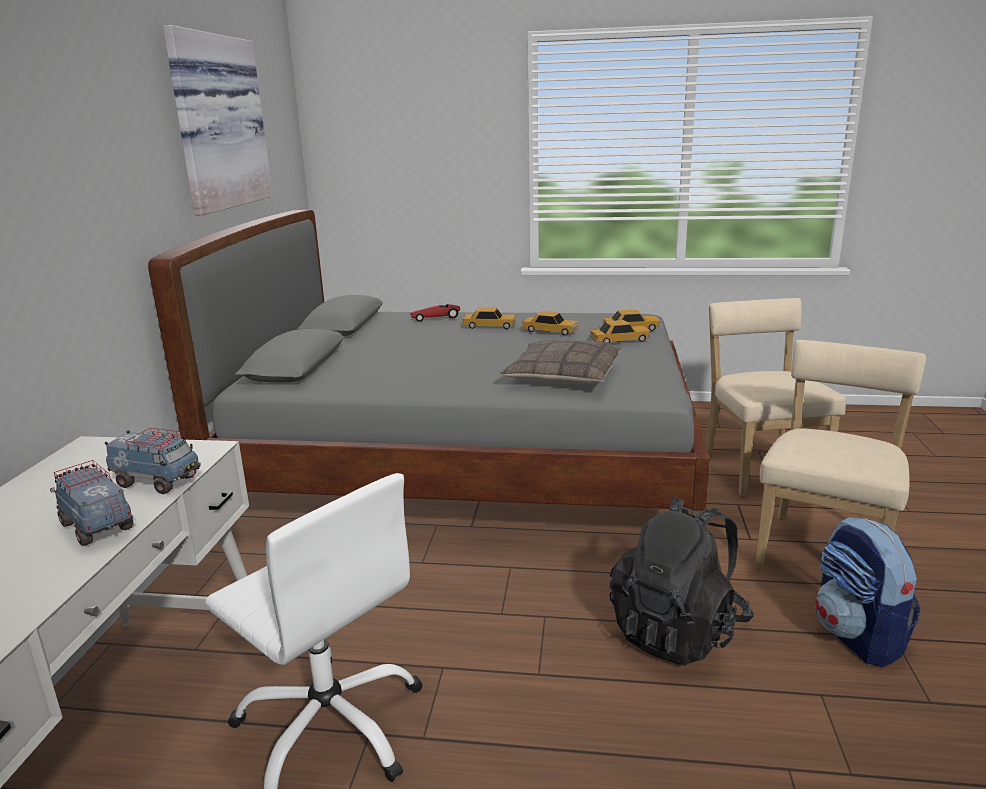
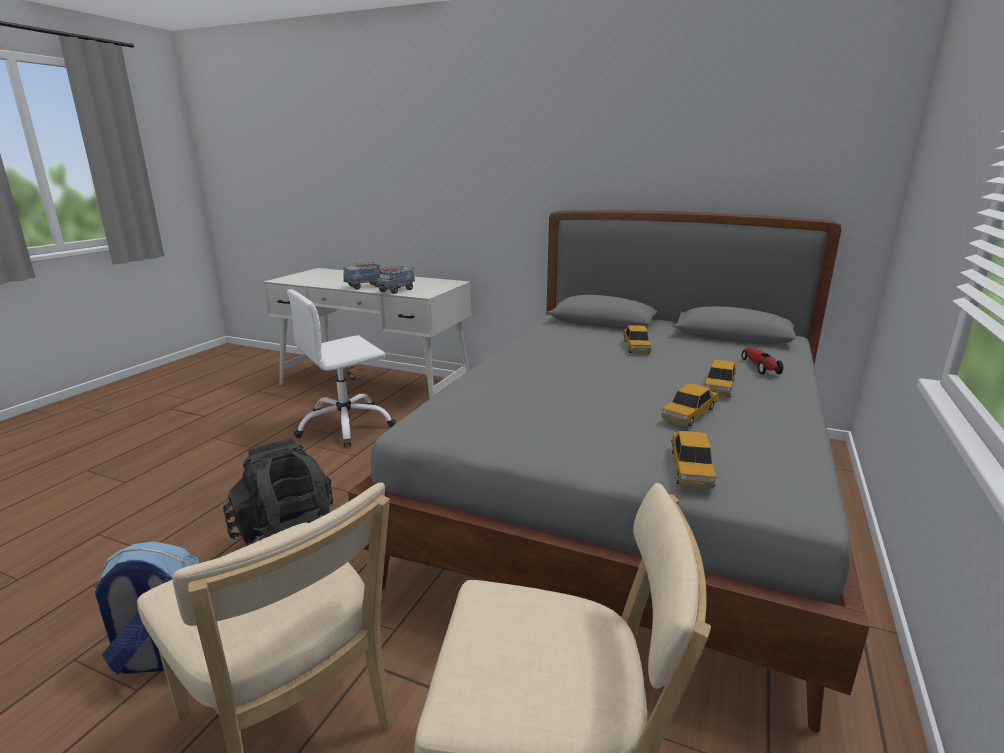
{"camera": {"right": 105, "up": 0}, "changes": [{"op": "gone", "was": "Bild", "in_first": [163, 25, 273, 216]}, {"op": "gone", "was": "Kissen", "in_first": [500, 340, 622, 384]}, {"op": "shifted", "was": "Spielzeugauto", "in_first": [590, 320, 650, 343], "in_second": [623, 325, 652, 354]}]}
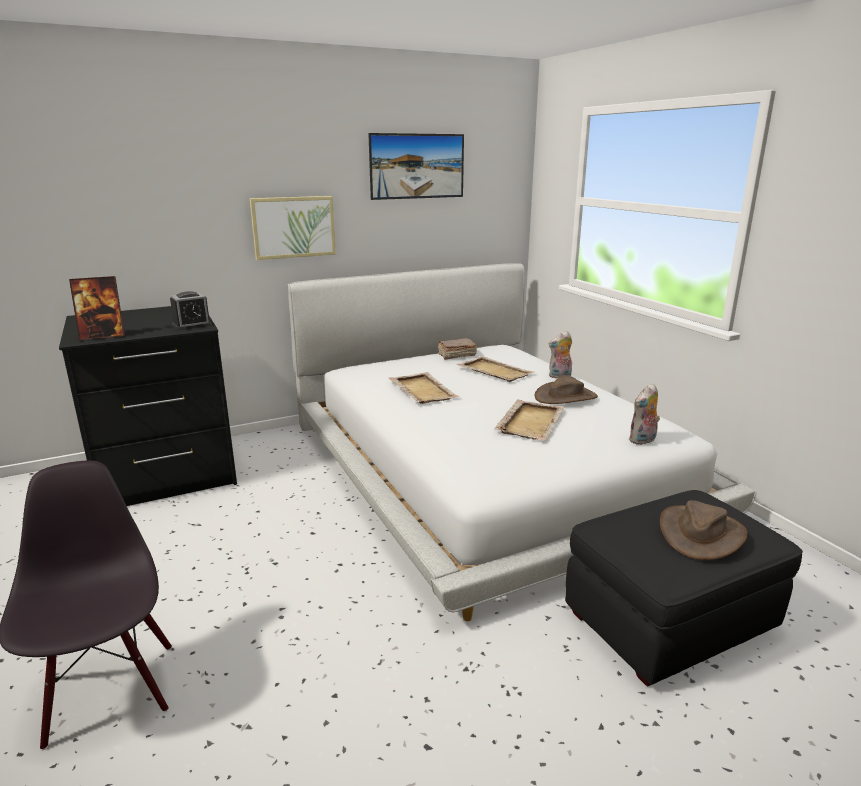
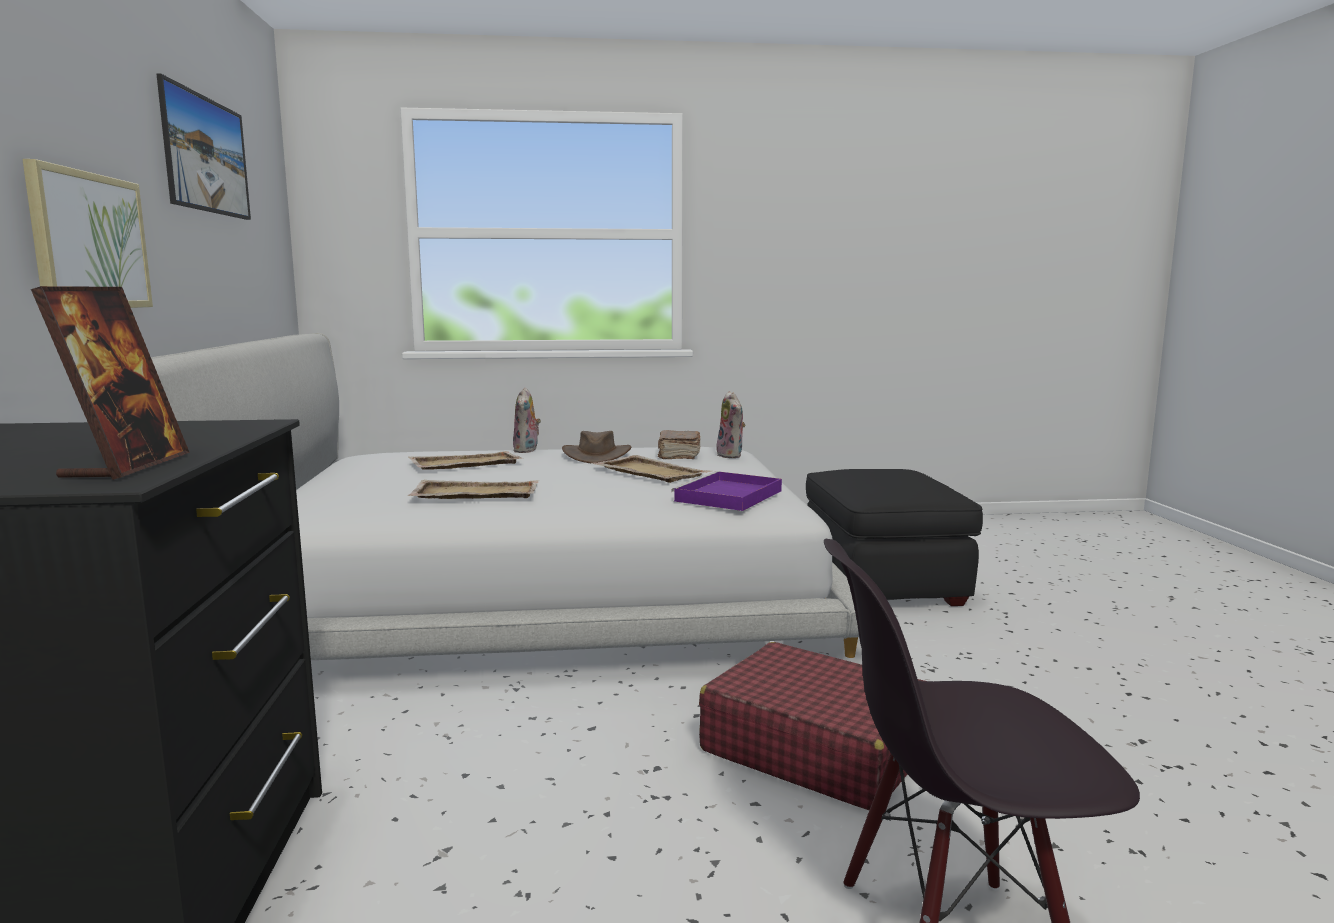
{"camera": {"right": -70, "up": -10}, "changes": [{"op": "gone", "was": "Wecker", "in_first": [170, 291, 212, 330]}, {"op": "gone", "was": "Hut (braun)", "in_first": [660, 500, 747, 560]}, {"op": "new", "now": "Tablett (lila)", "in_second": [671, 471, 782, 511]}, {"op": "new", "now": "Koffer (rot)", "in_second": [699, 642, 924, 810]}, {"op": "shifted", "was": "Buch (braun)", "in_first": [437, 338, 477, 360], "in_second": [658, 430, 700, 459]}]}
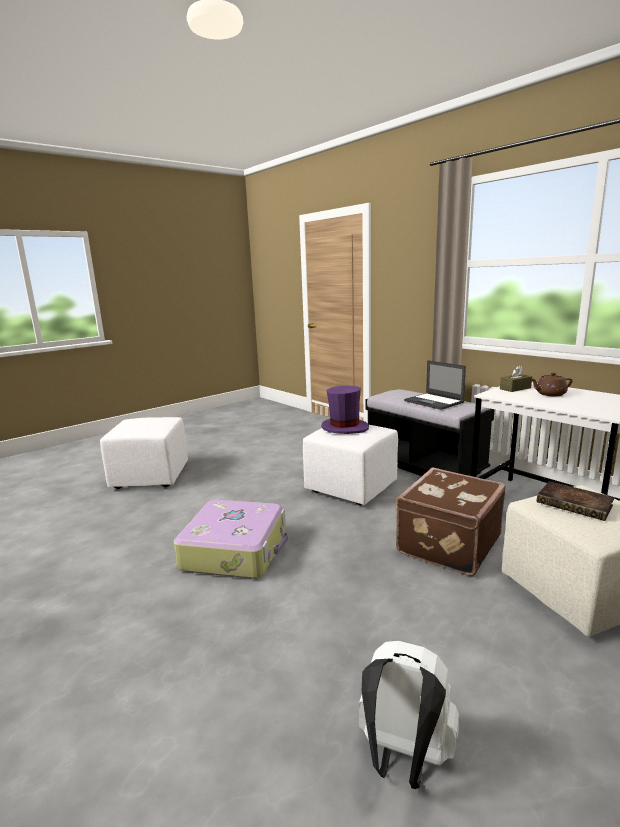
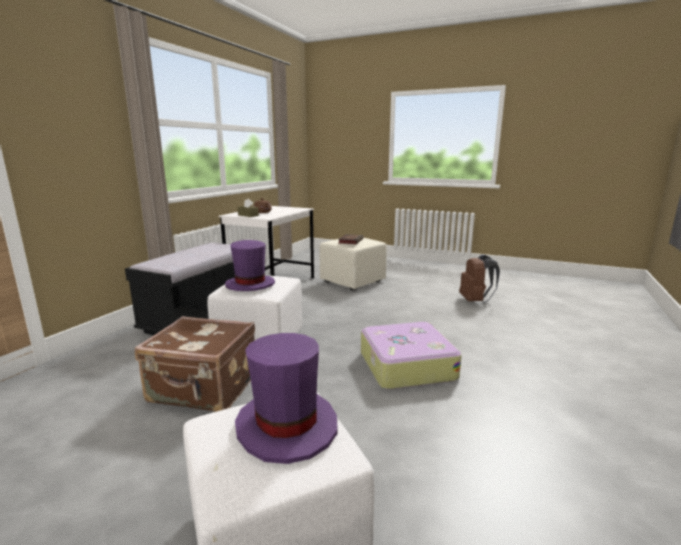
{"camera": {"right": -115, "up": 0}, "changes": [{"op": "gone", "was": "Laptop", "in_first": [404, 360, 466, 410]}, {"op": "new", "now": "Hut (lila)", "in_second": [235, 333, 338, 464]}, {"op": "shifted", "was": "Koffer (braun)", "in_first": [396, 467, 506, 576], "in_second": [135, 316, 255, 412]}, {"op": "repainted", "was": "Rucksack (weiß)", "now": "Rucksack (braun)", "in_first": [359, 641, 459, 789], "in_second": [459, 255, 500, 303]}]}
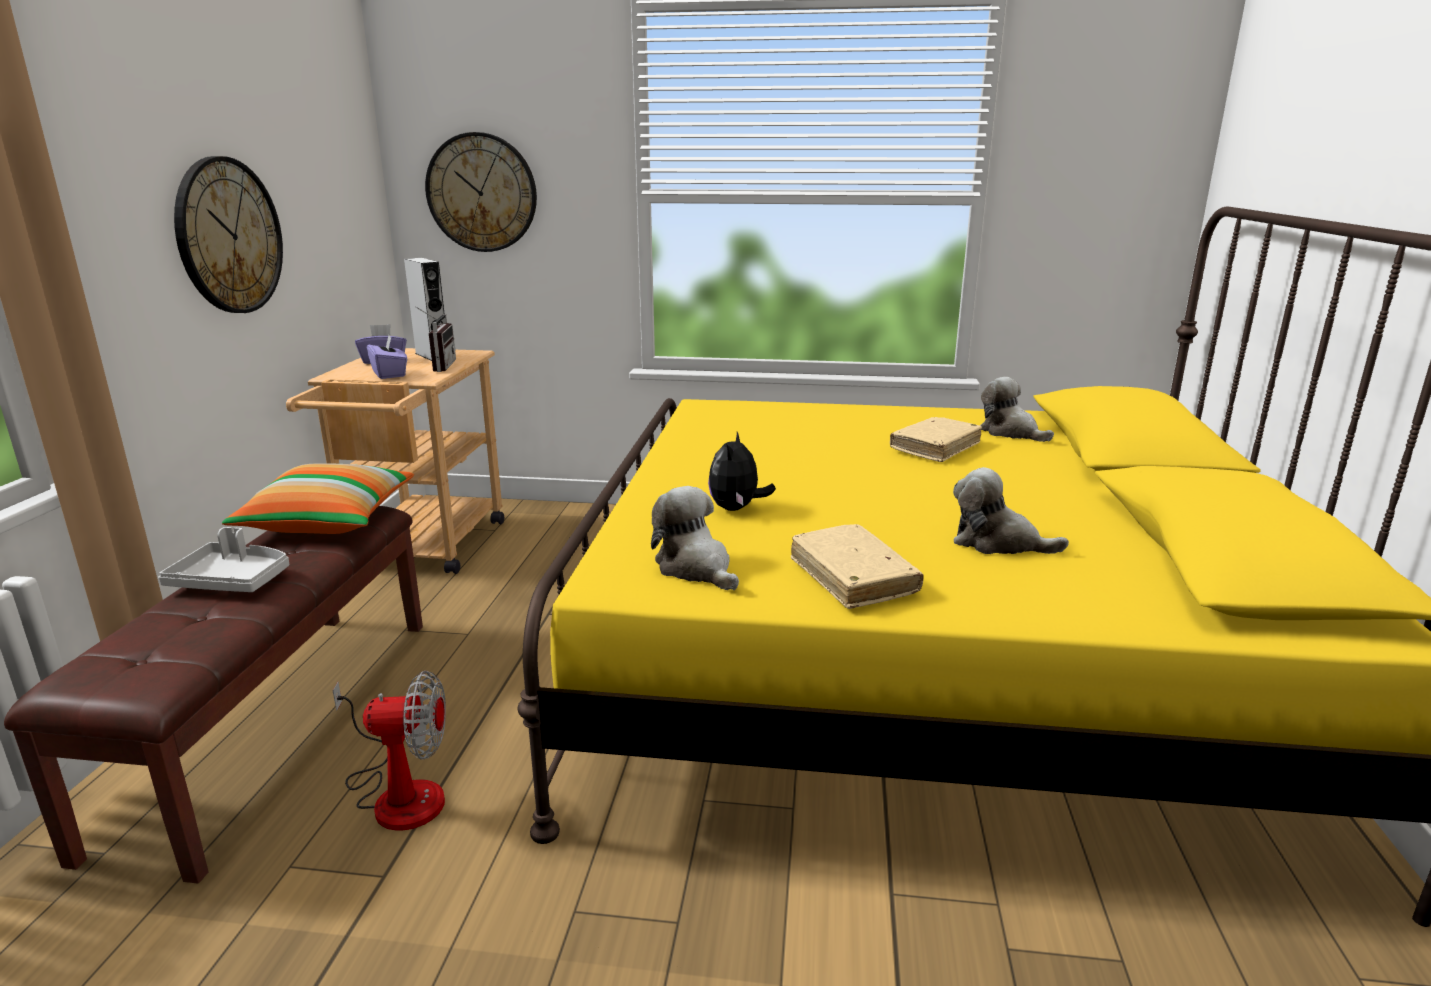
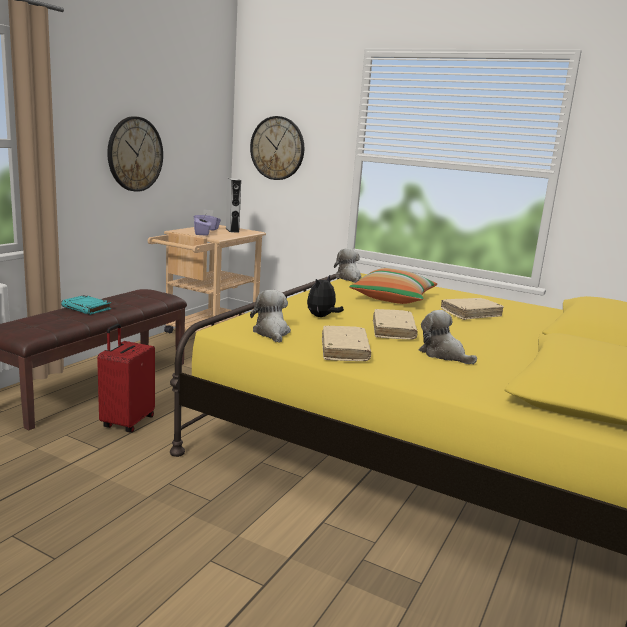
{"camera": {"right": 20, "up": -5}, "changes": [{"op": "gone", "was": "Radio", "in_first": [415, 306, 456, 372]}, {"op": "new", "now": "Buch (beige)", "in_second": [373, 309, 418, 340]}, {"op": "shifted", "was": "Kissen", "in_first": [222, 463, 414, 534], "in_second": [349, 268, 437, 304]}, {"op": "shifted", "was": "Plüschtier", "in_first": [980, 377, 1054, 442], "in_second": [334, 248, 361, 283]}, {"op": "swapped", "was": "Tablett (grau)", "now": "Buch (türkis)", "in_first": [158, 527, 289, 592], "in_second": [61, 295, 111, 315]}, {"op": "swapped", "was": "Ventilator", "now": "Koffer (rot)", "in_first": [333, 671, 446, 831], "in_second": [97, 323, 155, 433]}]}
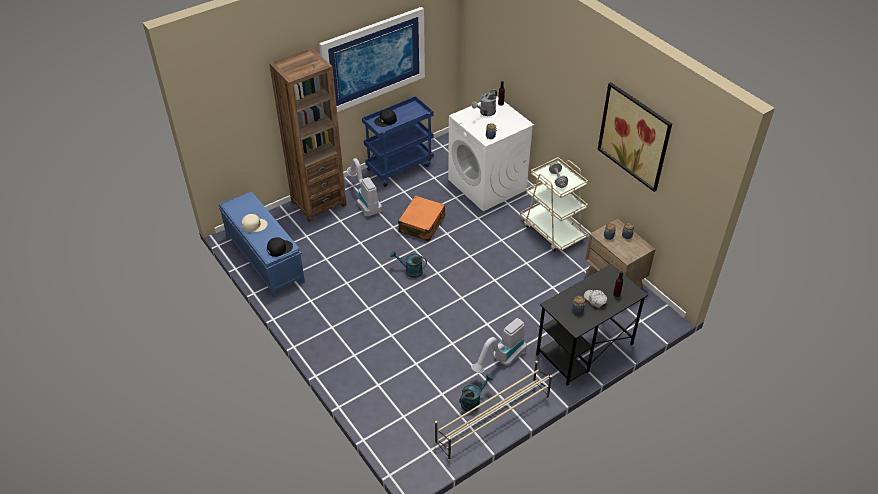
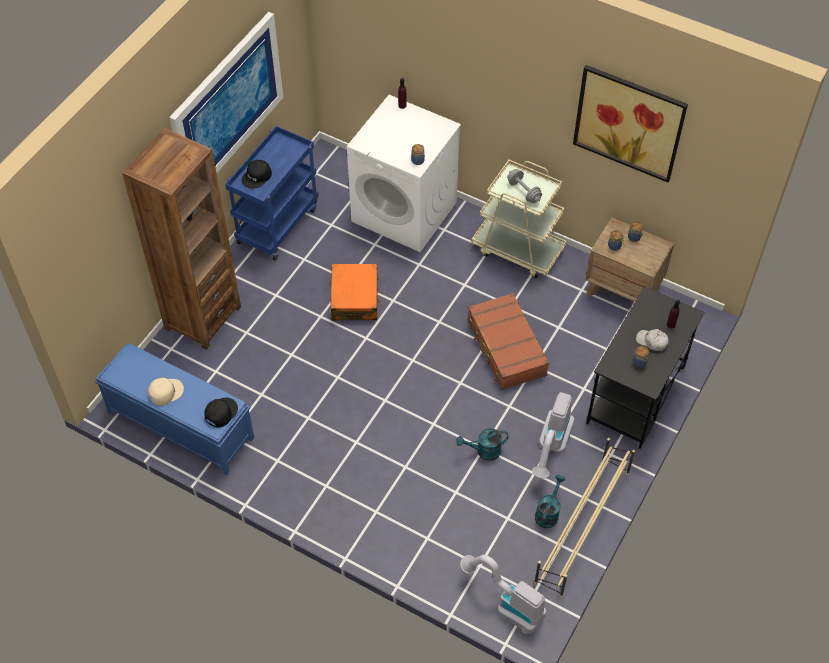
{"camera": {"right": -25, "up": 10}, "changes": [{"op": "gone", "was": "Gießkanne (grau)", "in_first": [472, 89, 497, 116]}, {"op": "new", "now": "Koffer (braun)", "in_second": [468, 293, 549, 390]}, {"op": "shifted", "was": "Staubsauger", "in_first": [347, 158, 382, 216], "in_second": [460, 555, 546, 634]}, {"op": "shifted", "was": "Gießkanne (türkis)", "in_first": [390, 251, 427, 278], "in_second": [456, 428, 508, 461]}]}
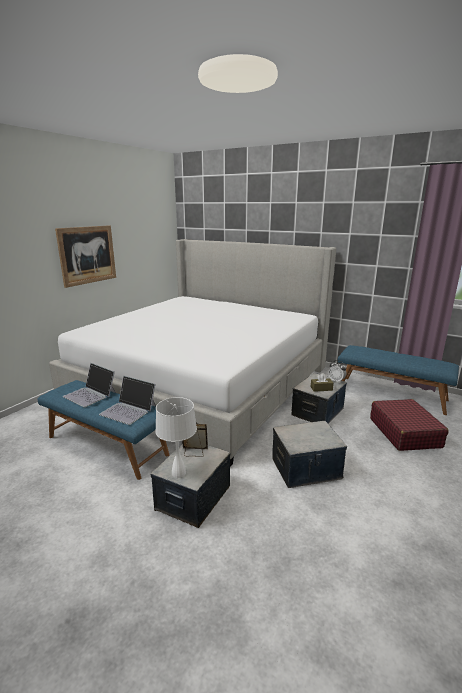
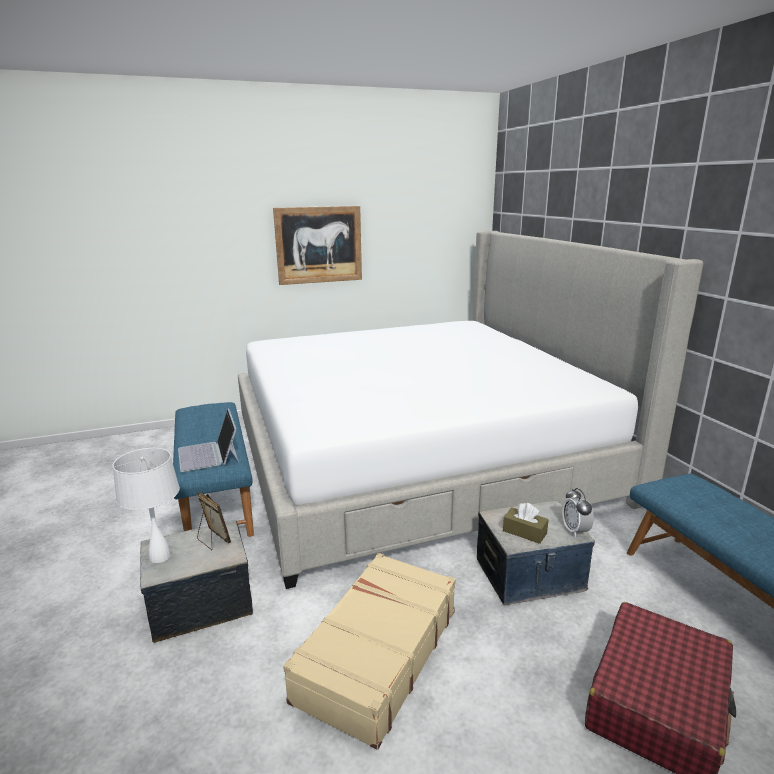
{"camera": {"right": 40, "up": 0}, "changes": [{"op": "gone", "was": "Laptop", "in_first": [63, 363, 116, 407]}, {"op": "swapped", "was": "Aufbewahrungsbox", "now": "Koffer (beige)", "in_first": [272, 421, 347, 488], "in_second": [283, 553, 456, 750]}]}
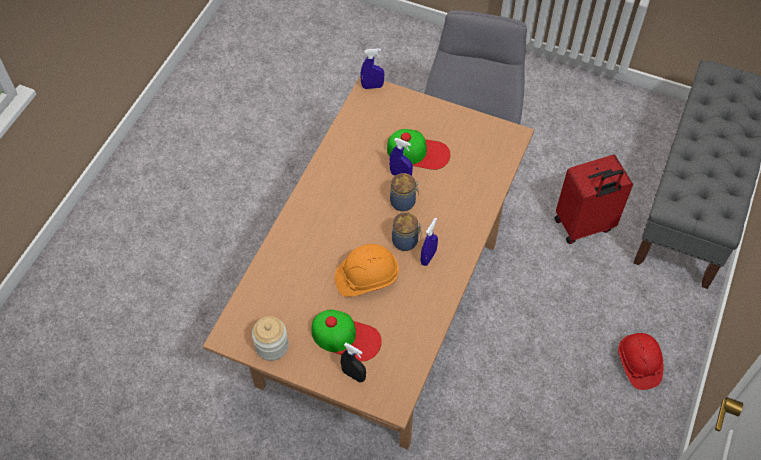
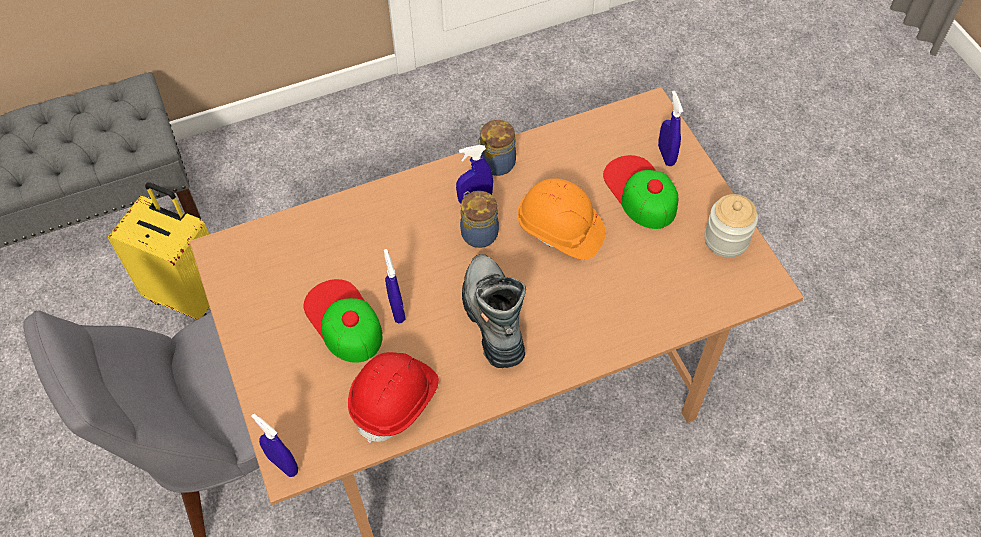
{"camera": {"right": -135, "up": 0}, "changes": [{"op": "new", "now": "Stiefel", "in_second": [462, 254, 526, 368]}, {"op": "shifted", "was": "Vorratsglas", "in_first": [390, 173, 419, 211], "in_second": [478, 120, 516, 176]}, {"op": "shifted", "was": "Schutzhelm (rot)", "in_first": [618, 333, 663, 390], "in_second": [348, 352, 439, 443]}, {"op": "repainted", "was": "Sprühflasche (schwarz)", "now": "Sprühflasche (blau)", "in_first": [341, 343, 366, 382], "in_second": [658, 90, 683, 166]}, {"op": "repainted", "was": "Koffer (rot)", "now": "Koffer (gelb)", "in_first": [554, 155, 633, 244], "in_second": [108, 182, 210, 320]}]}
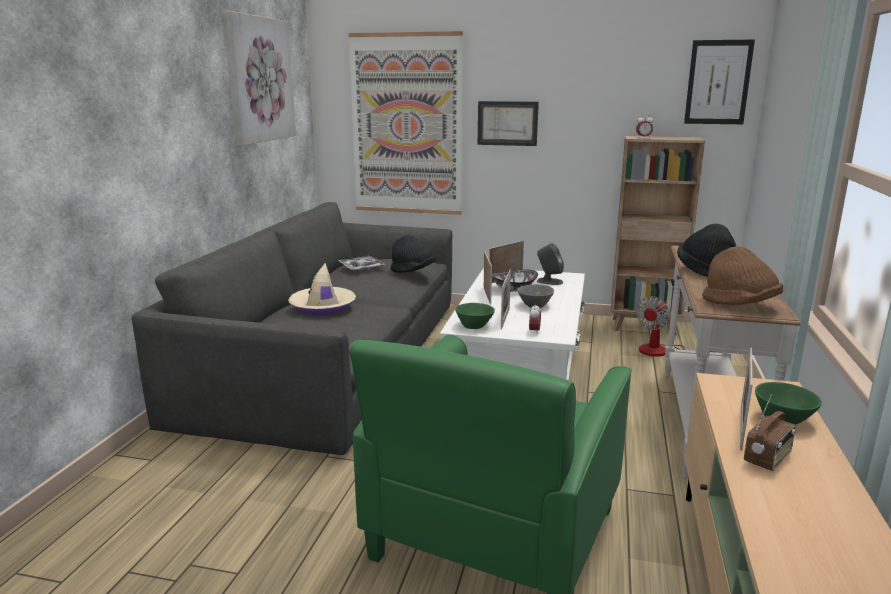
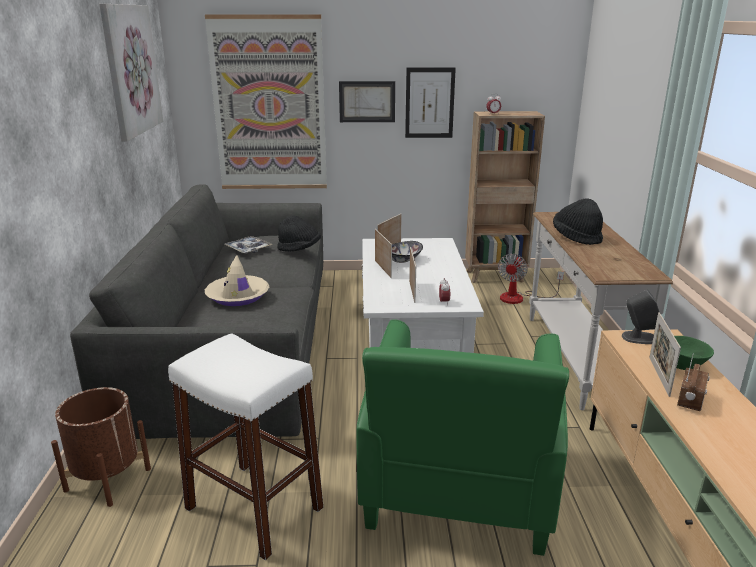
{"camera": {"right": -15, "up": 5}, "changes": [{"op": "gone", "was": "Schüssel (grün)", "in_first": [455, 303, 495, 329]}, {"op": "gone", "was": "Schüssel (grau)", "in_first": [518, 284, 554, 308]}, {"op": "gone", "was": "Hut (braun)", "in_first": [702, 246, 783, 305]}, {"op": "new", "now": "Pflanzkübel (braun)", "in_second": [51, 387, 151, 507]}, {"op": "new", "now": "Hocker (weiß)", "in_second": [168, 333, 324, 560]}, {"op": "shifted", "was": "Lautsprecher (grau)", "in_first": [537, 243, 564, 285], "in_second": [622, 290, 659, 344]}, {"op": "shifted", "was": "Bild", "in_first": [684, 40, 755, 124], "in_second": [405, 67, 456, 138]}]}
